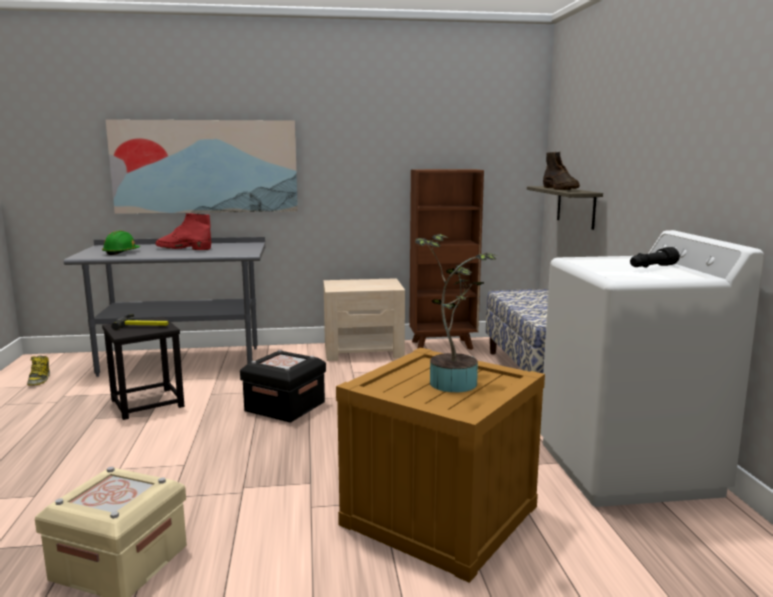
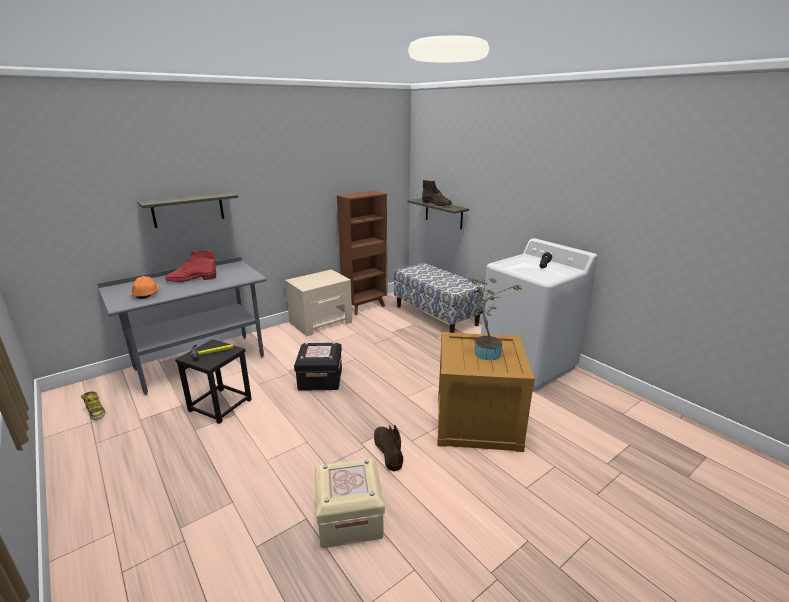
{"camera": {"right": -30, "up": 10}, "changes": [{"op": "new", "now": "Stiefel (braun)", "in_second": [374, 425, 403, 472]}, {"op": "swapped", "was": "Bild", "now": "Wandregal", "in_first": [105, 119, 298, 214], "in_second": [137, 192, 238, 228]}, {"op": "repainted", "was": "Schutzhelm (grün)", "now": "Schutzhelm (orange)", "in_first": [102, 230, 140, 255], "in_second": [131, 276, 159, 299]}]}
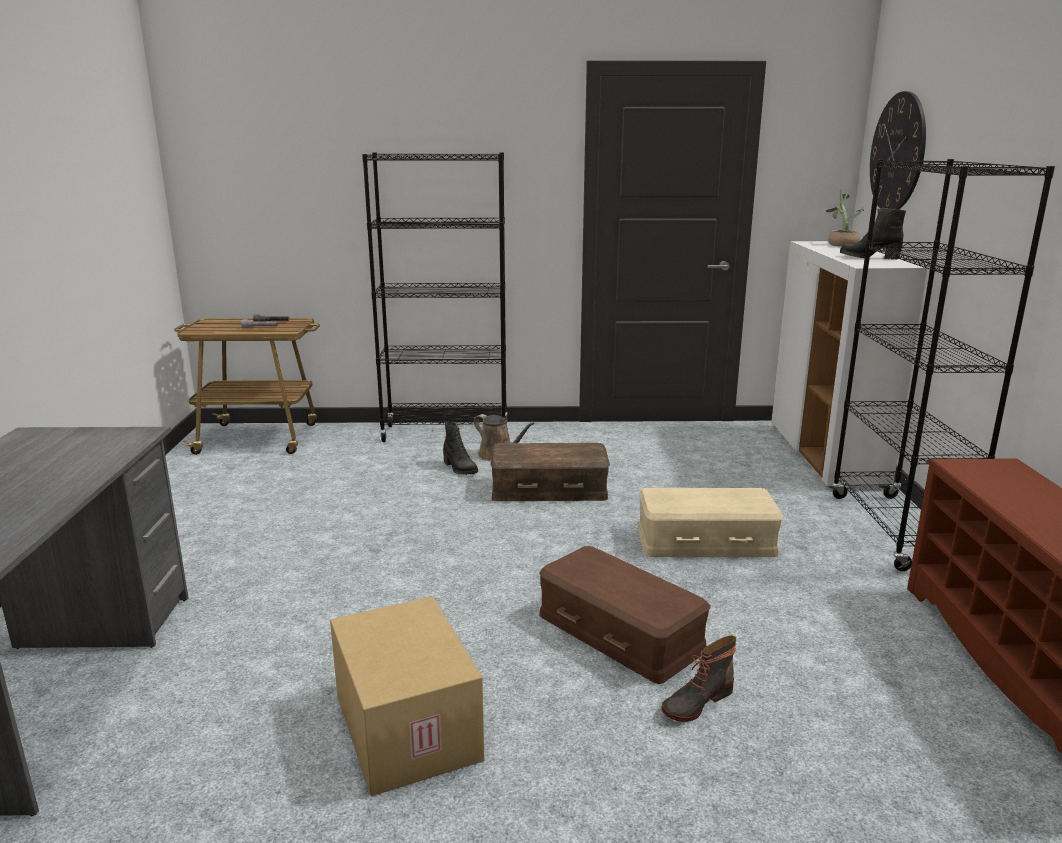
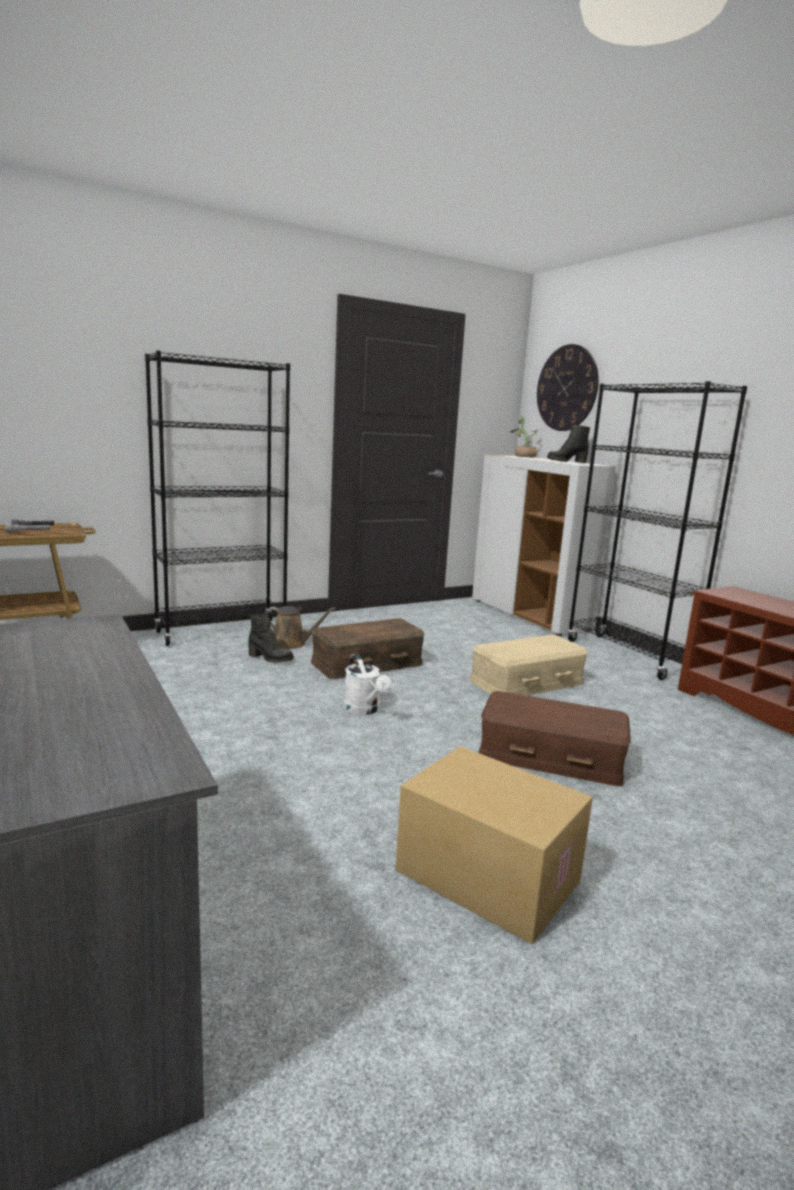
{"camera": {"right": -30, "up": -5}, "changes": [{"op": "gone", "was": "Stiefel", "in_first": [661, 635, 737, 722]}, {"op": "new", "now": "Gießkanne (weiß)", "in_second": [344, 654, 392, 715]}]}
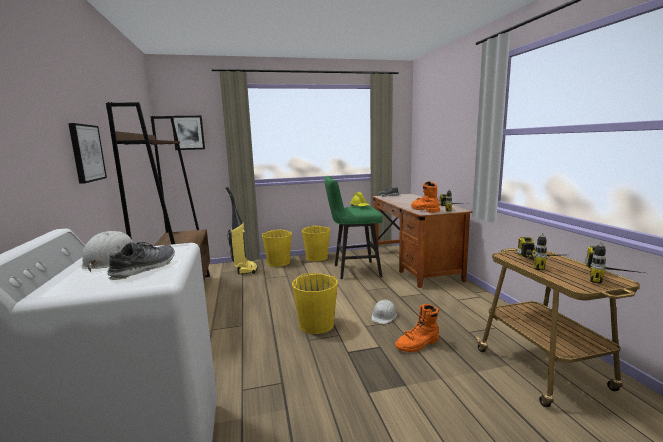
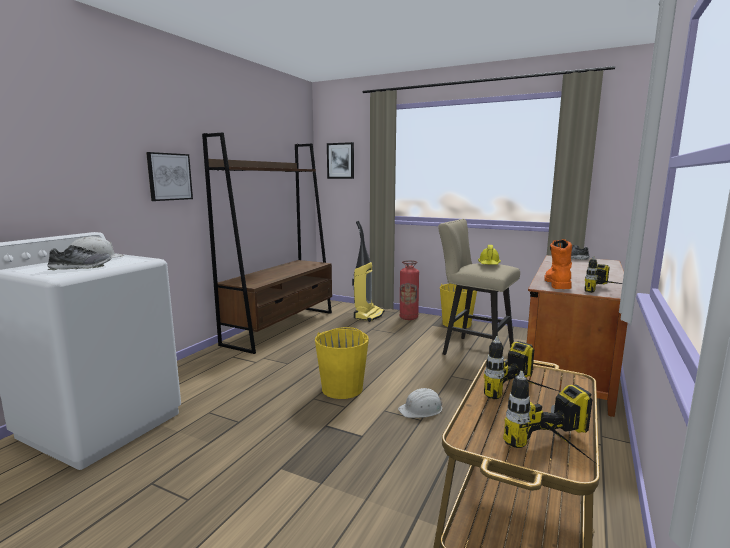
{"camera": {"right": 40, "up": 0}, "changes": [{"op": "gone", "was": "Stiefel (orange)", "in_first": [395, 304, 439, 352]}, {"op": "swapped", "was": "Eimer (gelb)", "now": "Feuerlöscher", "in_first": [262, 229, 292, 267], "in_second": [400, 260, 419, 320]}, {"op": "repainted", "was": "Hocker (grün)", "now": "Hocker (beige)", "in_first": [325, 176, 383, 279], "in_second": [438, 219, 520, 355]}]}
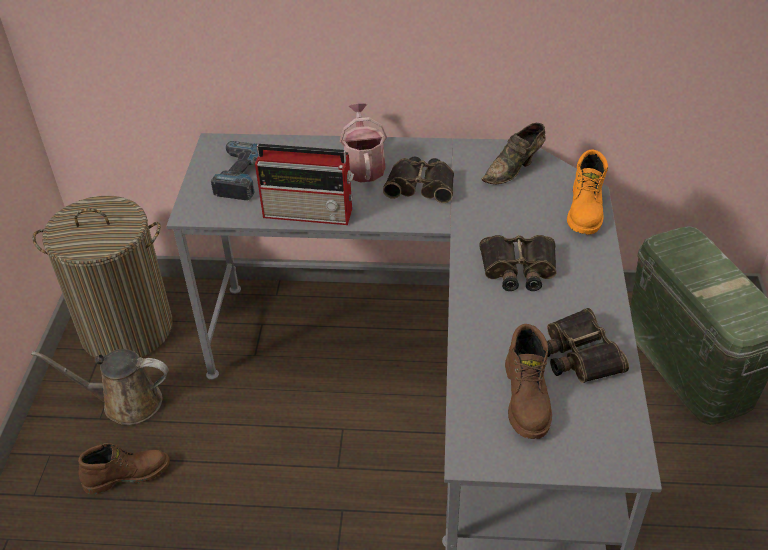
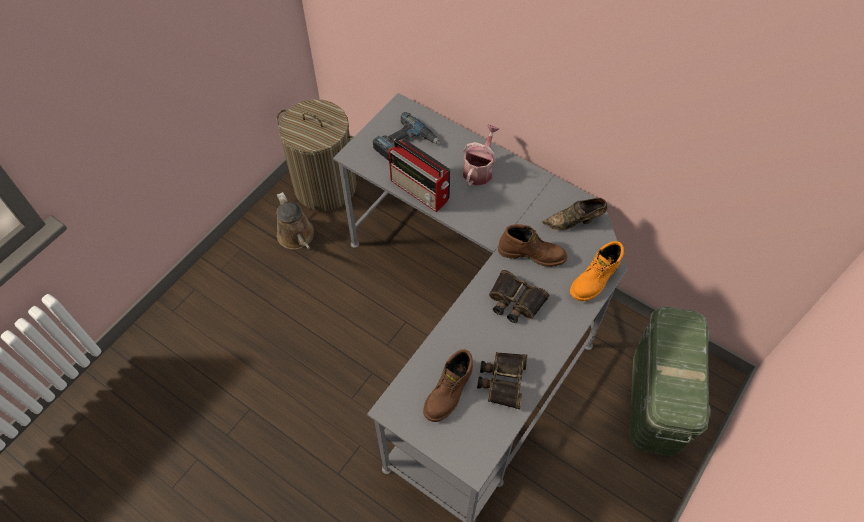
{"camera": {"right": 30, "up": 15}, "changes": [{"op": "gone", "was": "Fernglas", "in_first": [383, 157, 454, 203]}, {"op": "shifted", "was": "Stiefel (braun)", "in_first": [78, 443, 170, 495], "in_second": [498, 224, 567, 267]}, {"op": "rotated", "was": "Gießkanne (braun)", "in_first": [31, 349, 168, 425], "in_second": [277, 192, 314, 249], "clockwise": -150}]}
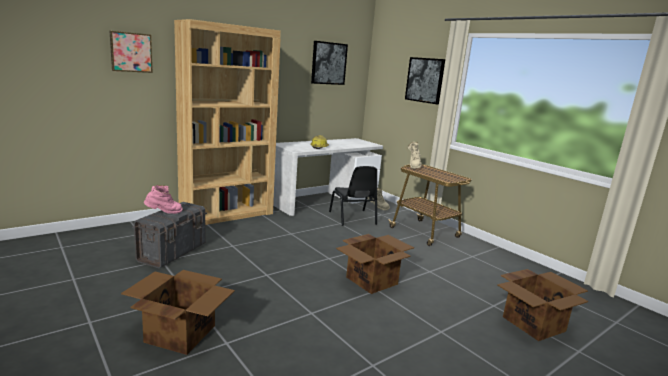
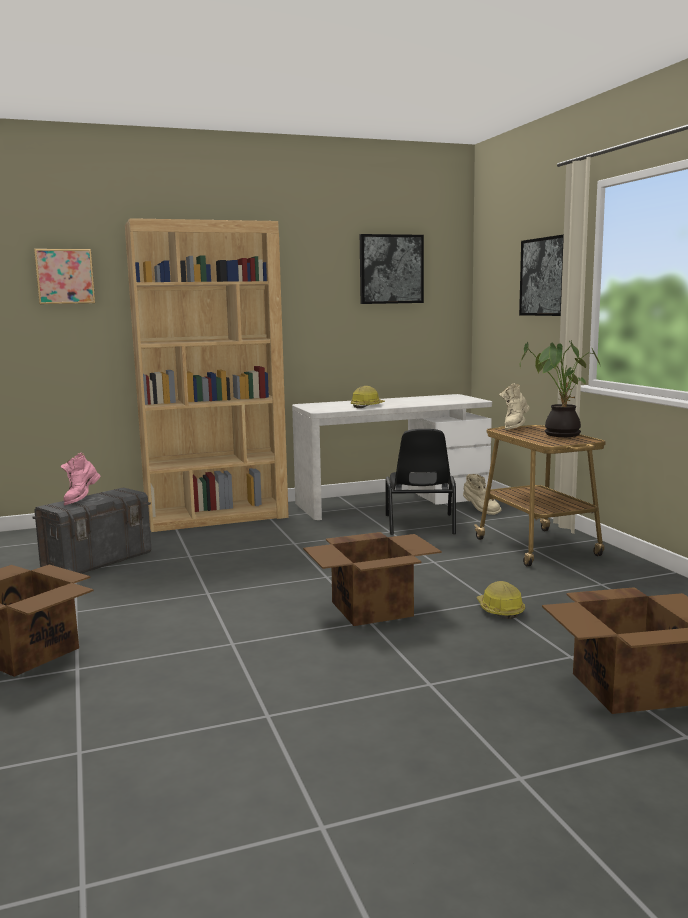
{"camera": {"right": 20, "up": -5}, "changes": [{"op": "new", "now": "Schutzhelm", "in_second": [477, 581, 525, 619]}, {"op": "new", "now": "Topfpflanze", "in_second": [520, 340, 600, 437]}, {"op": "rotated", "was": "Stiefel (rosa)", "in_first": [144, 185, 182, 214], "in_second": [61, 453, 101, 505], "clockwise": 120}]}
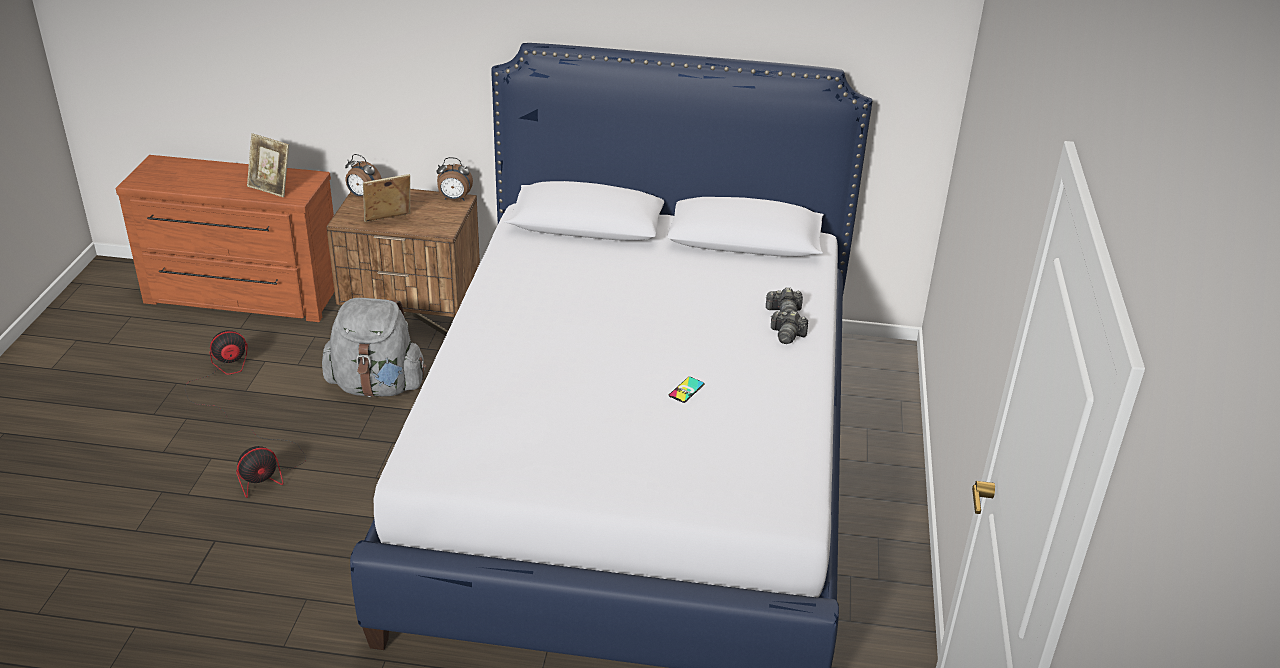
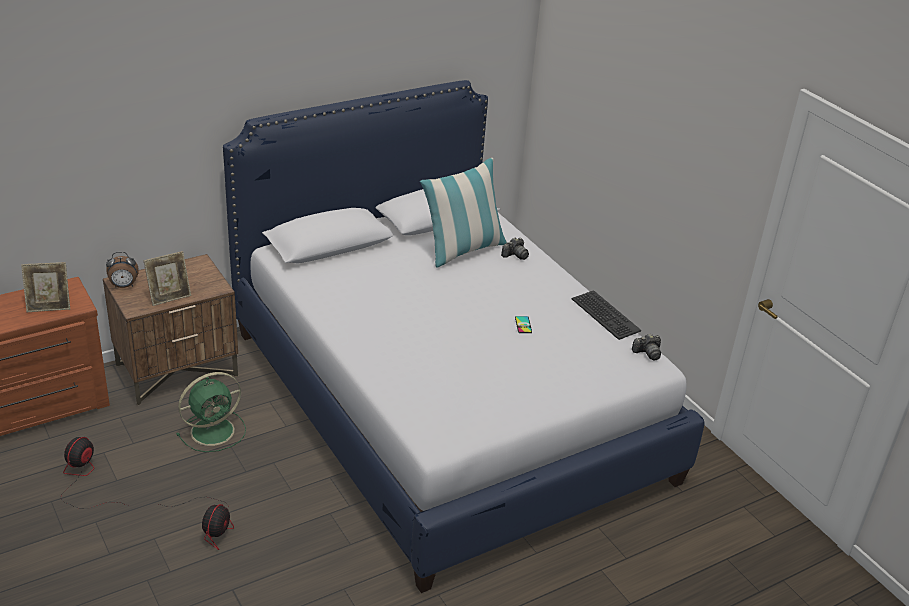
{"camera": {"right": -40, "up": 0}, "changes": [{"op": "gone", "was": "Wecker", "in_first": [437, 157, 473, 200]}, {"op": "new", "now": "Kissen", "in_second": [420, 158, 507, 267]}, {"op": "new", "now": "Tastatur", "in_second": [572, 290, 641, 340]}, {"op": "shifted", "was": "Kamera", "in_first": [771, 311, 808, 344], "in_second": [632, 334, 661, 361]}, {"op": "swapped", "was": "Rucksack (grau)", "now": "Ventilator (grün)", "in_first": [322, 298, 427, 397], "in_second": [176, 372, 246, 452]}, {"op": "rotated", "was": "Bilderrahmen", "in_first": [363, 174, 410, 222], "in_second": [144, 251, 191, 306], "clockwise": -150}]}
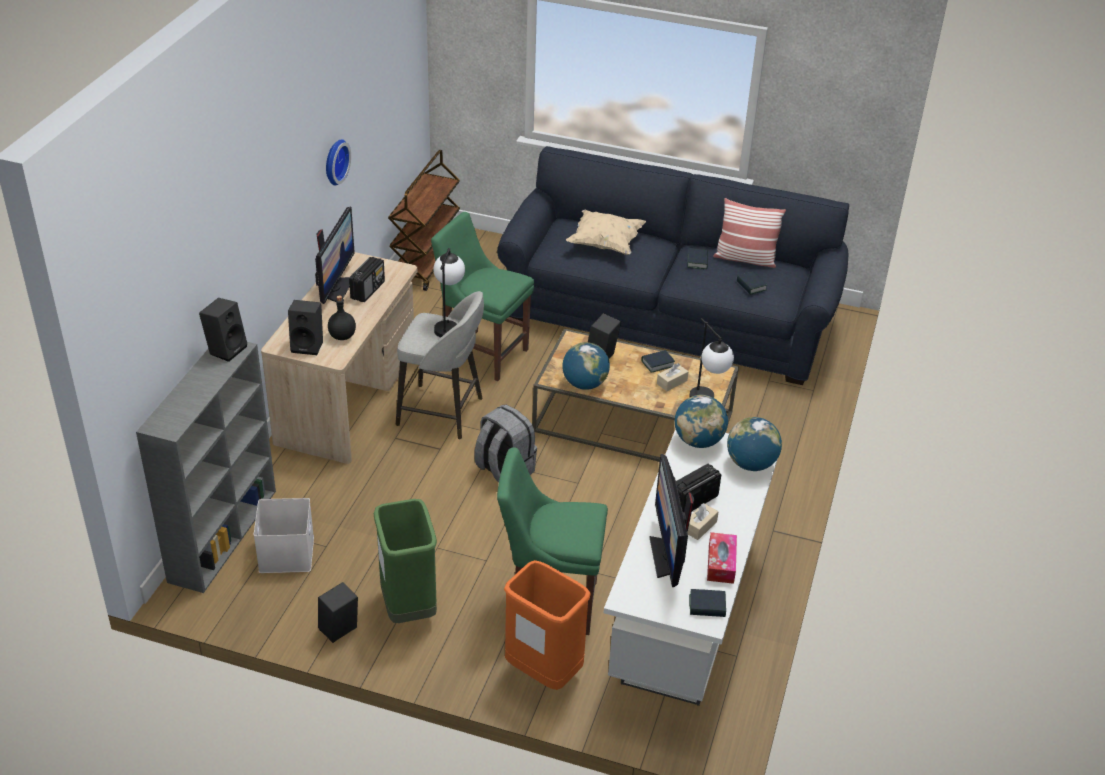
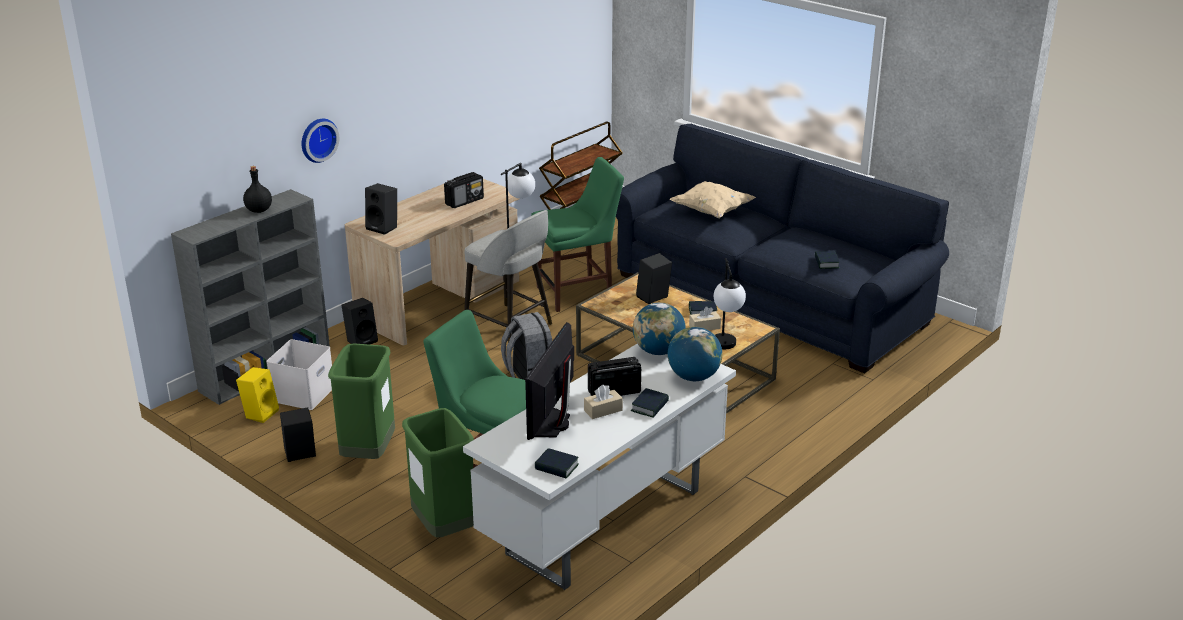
{"camera": {"right": 25, "up": -10}, "changes": [{"op": "gone", "was": "Monitor", "in_first": [315, 207, 355, 304]}, {"op": "gone", "was": "Globus", "in_first": [562, 342, 610, 390]}, {"op": "gone", "was": "Taschentuchbox", "in_first": [707, 532, 737, 584]}, {"op": "gone", "was": "Kissen", "in_first": [713, 198, 786, 268]}, {"op": "new", "now": "Lautsprecher (gelb)", "in_second": [236, 367, 279, 423]}, {"op": "shifted", "was": "Lautsprecher (schwarz)", "in_first": [199, 298, 247, 362], "in_second": [342, 298, 378, 345]}, {"op": "shifted", "was": "Wanduhr", "in_first": [326, 139, 351, 186], "in_second": [302, 119, 339, 163]}, {"op": "shifted", "was": "Flasche (schwarz)", "in_first": [328, 295, 356, 340], "in_second": [243, 166, 272, 213]}, {"op": "shifted", "was": "Buch", "in_first": [687, 248, 708, 269], "in_second": [631, 388, 669, 418]}, {"op": "repainted", "was": "Mülleimer (orange)", "now": "Mülleimer (grün)", "in_first": [504, 560, 591, 690], "in_second": [402, 408, 474, 537]}, {"op": "rotated", "was": "Stuhl (grün)", "in_first": [431, 212, 534, 381], "in_second": [531, 157, 624, 312], "clockwise": 105}]}
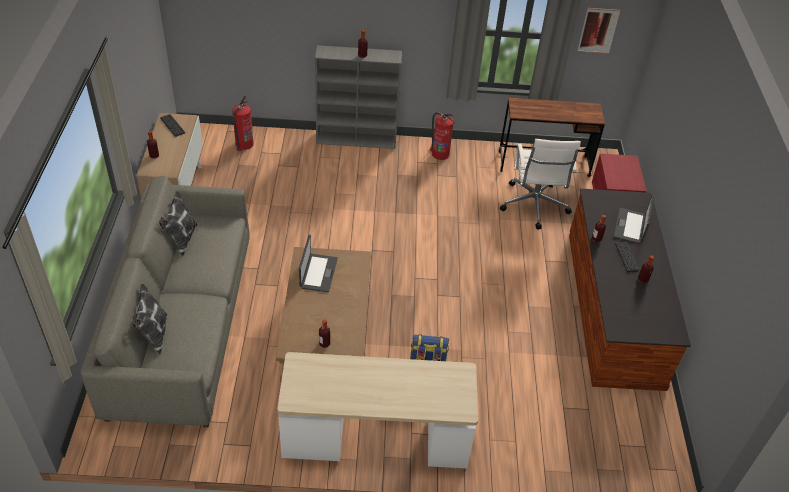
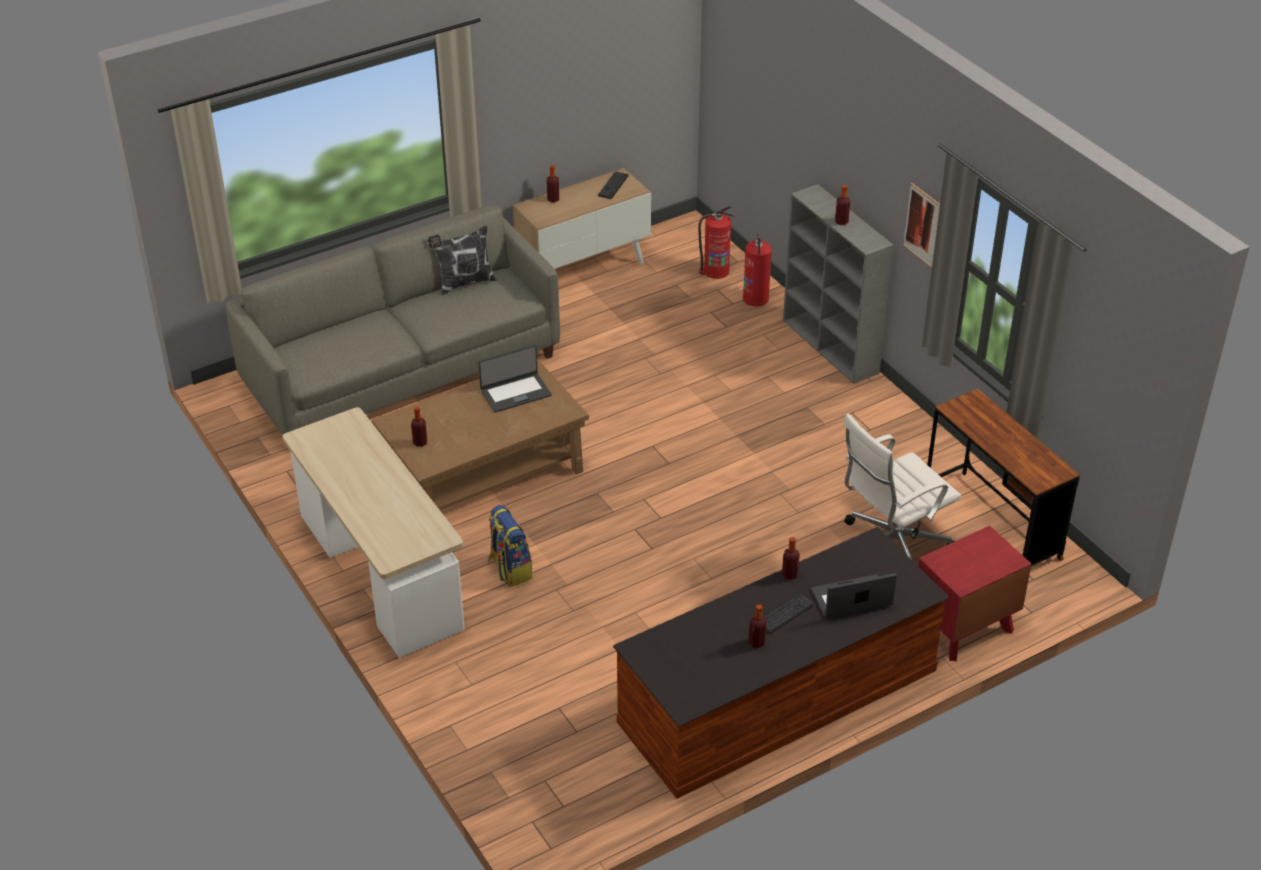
{"camera": {"right": 60, "up": -5}, "changes": [{"op": "gone", "was": "Kissen", "in_first": [132, 283, 167, 355]}, {"op": "shifted", "was": "Feuerlöscher", "in_first": [430, 112, 455, 160], "in_second": [743, 233, 772, 306]}, {"op": "shifted", "was": "Bild", "in_first": [577, 8, 621, 54], "in_second": [903, 183, 940, 268]}]}
